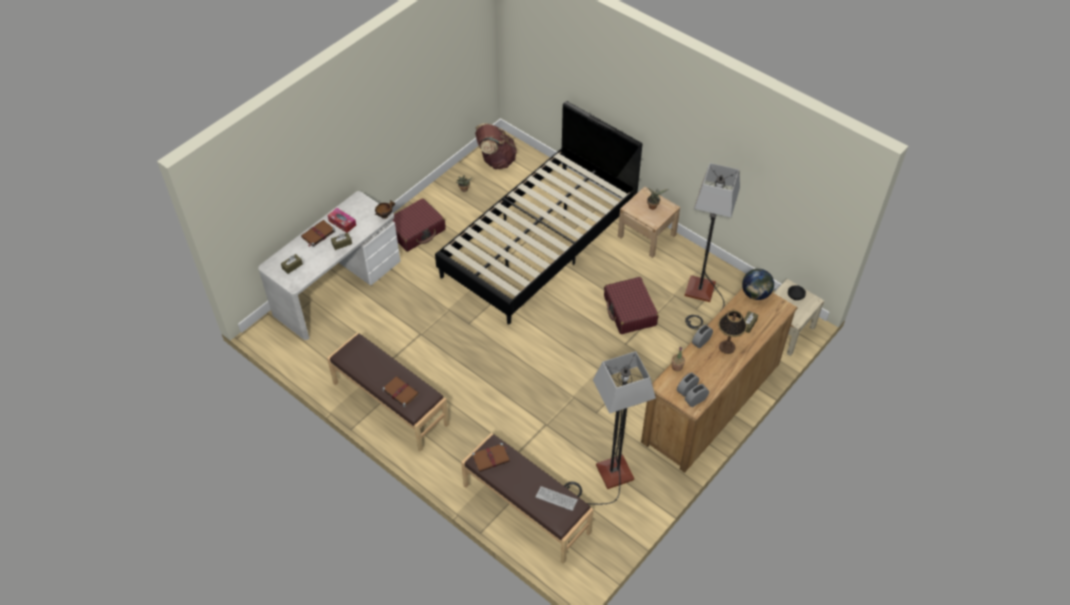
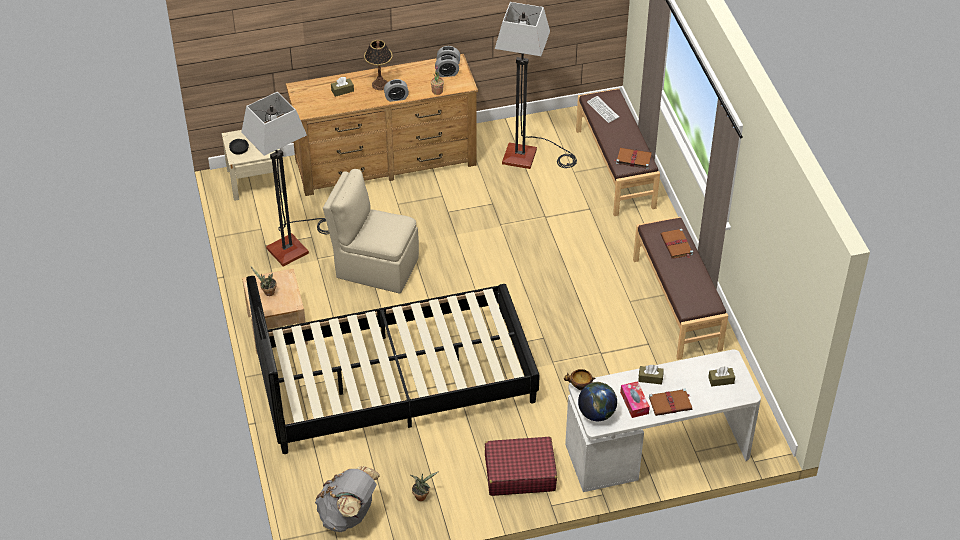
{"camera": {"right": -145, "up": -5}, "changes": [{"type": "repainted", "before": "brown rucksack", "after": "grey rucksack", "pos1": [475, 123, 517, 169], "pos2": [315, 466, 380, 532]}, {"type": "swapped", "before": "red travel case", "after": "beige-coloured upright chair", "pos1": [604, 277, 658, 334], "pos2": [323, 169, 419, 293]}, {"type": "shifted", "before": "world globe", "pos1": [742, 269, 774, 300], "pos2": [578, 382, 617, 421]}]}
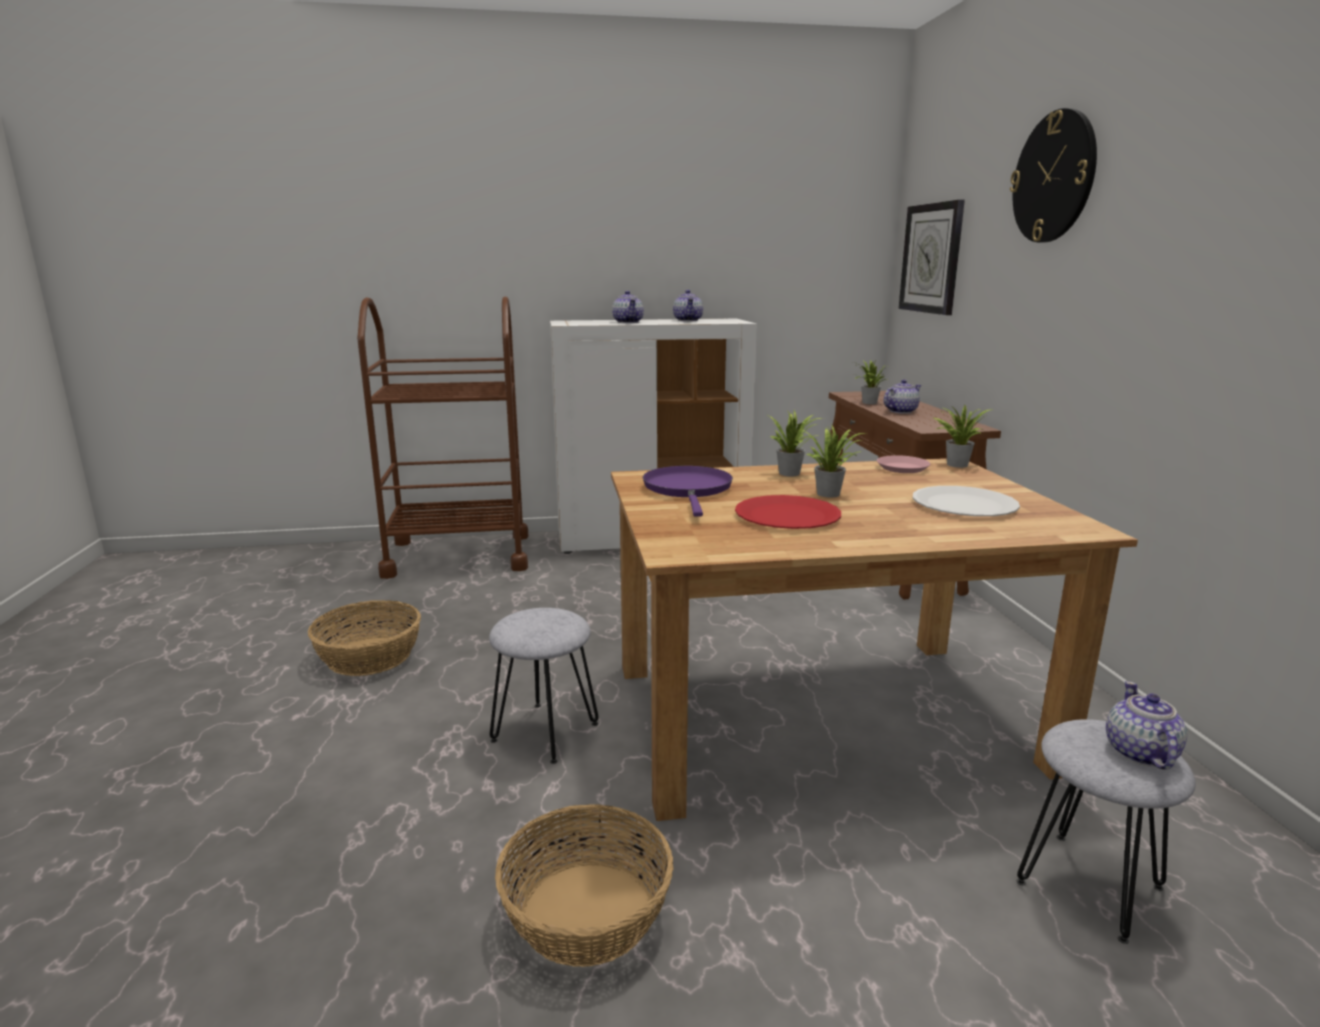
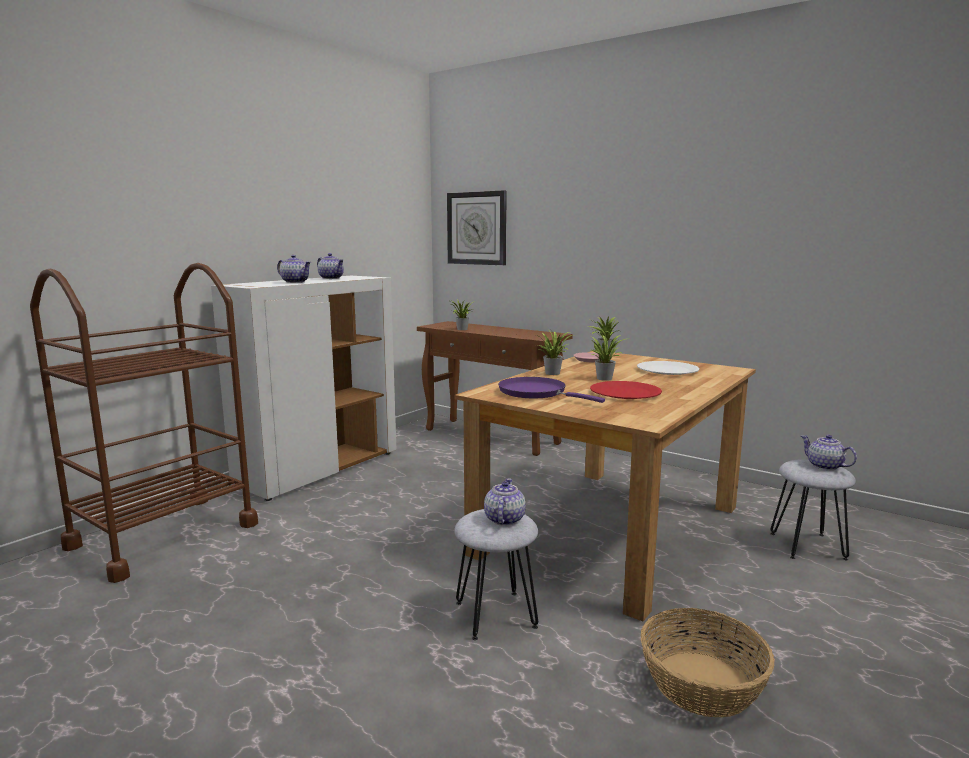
{"camera": {"right": -45, "up": -5}, "changes": [{"type": "gone", "before": "household basket", "pos1": [308, 600, 421, 676]}, {"type": "shifted", "before": "pot for tea", "pos1": [884, 379, 921, 414], "pos2": [484, 478, 526, 526]}, {"type": "gone", "before": "hanging clock", "pos1": [1010, 108, 1097, 243]}]}
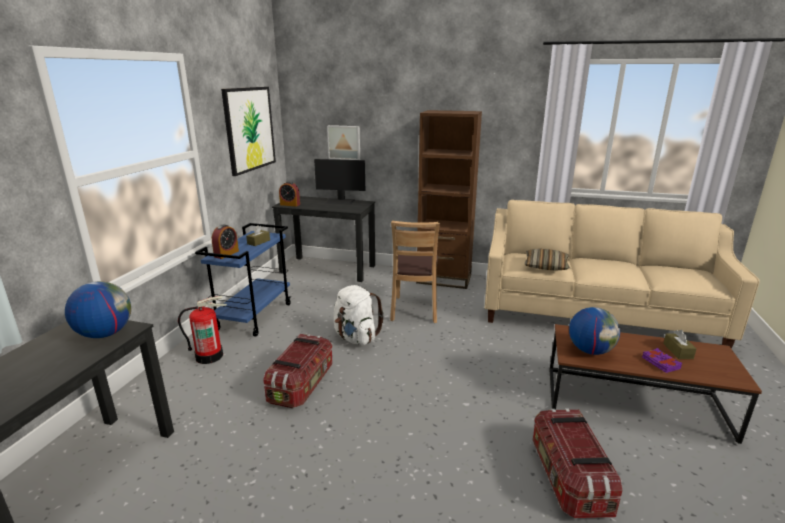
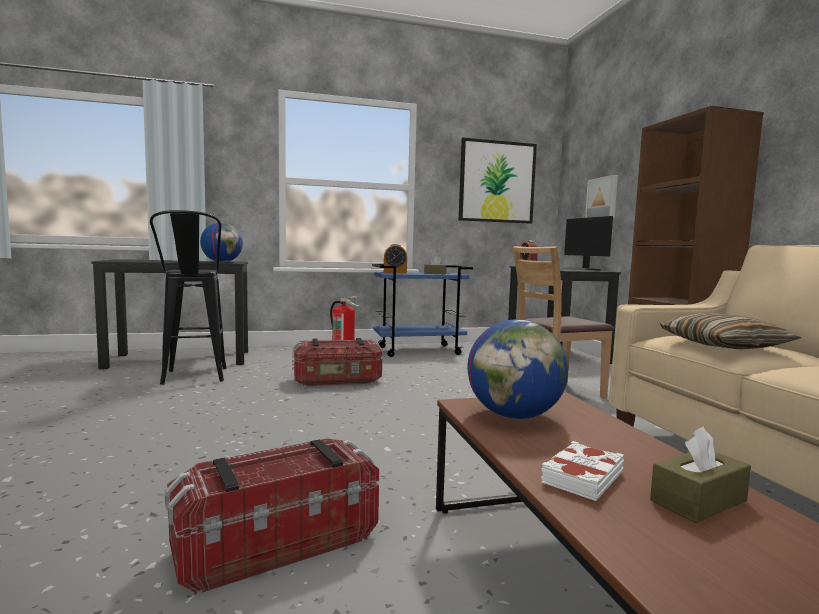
{"camera": {"right": 60, "up": -15}, "changes": [{"type": "gone", "before": "white-coloured rucksack", "pos1": [334, 285, 384, 345]}, {"type": "repainted", "before": "purple-coloured volume", "after": "white-coloured volume", "pos1": [642, 348, 682, 373], "pos2": [541, 441, 624, 501]}, {"type": "new", "after": "black-coloured stool", "pos2": [150, 210, 227, 385]}]}
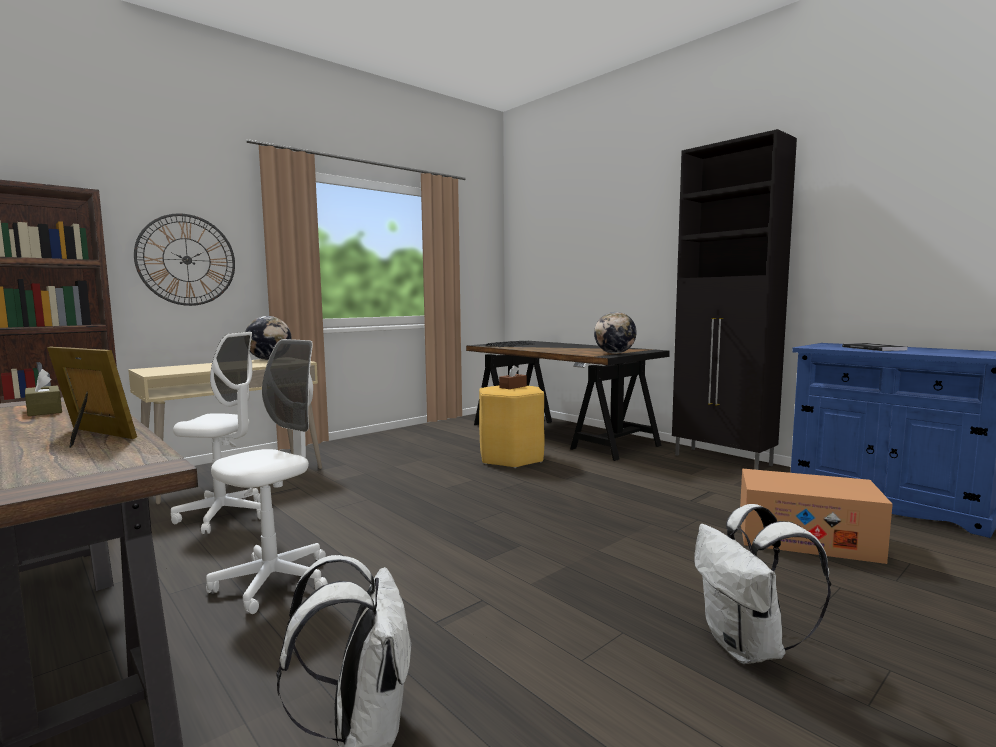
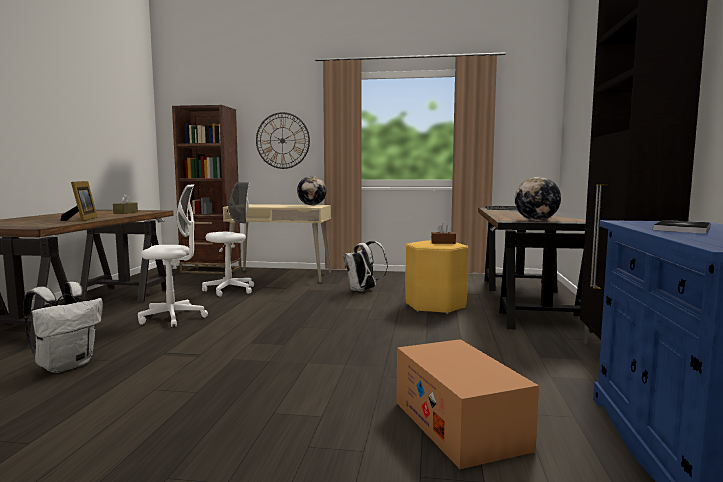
{"camera": {"right": 50, "up": 0}, "changes": [{"type": "rotated", "before": "white-coloured desk chair", "pos1": [171, 332, 261, 534], "pos2": [202, 182, 254, 297], "turn": -105}, {"type": "shifted", "before": "white-coloured rucksack", "pos1": [694, 504, 831, 664], "pos2": [344, 241, 388, 292]}]}
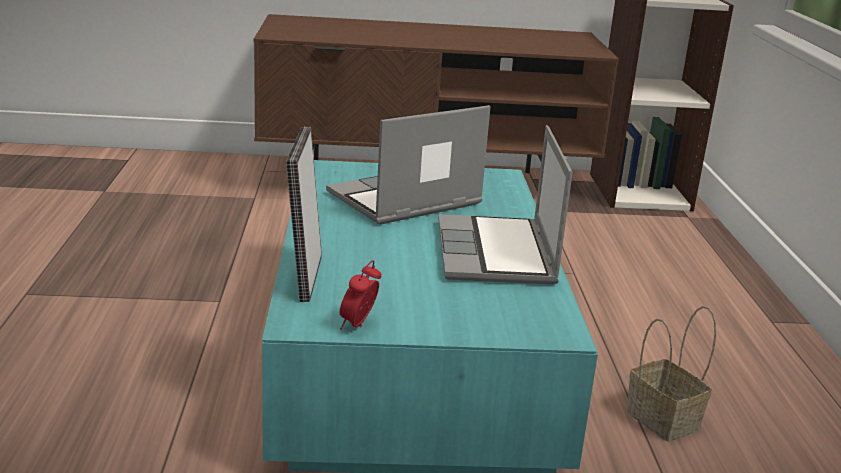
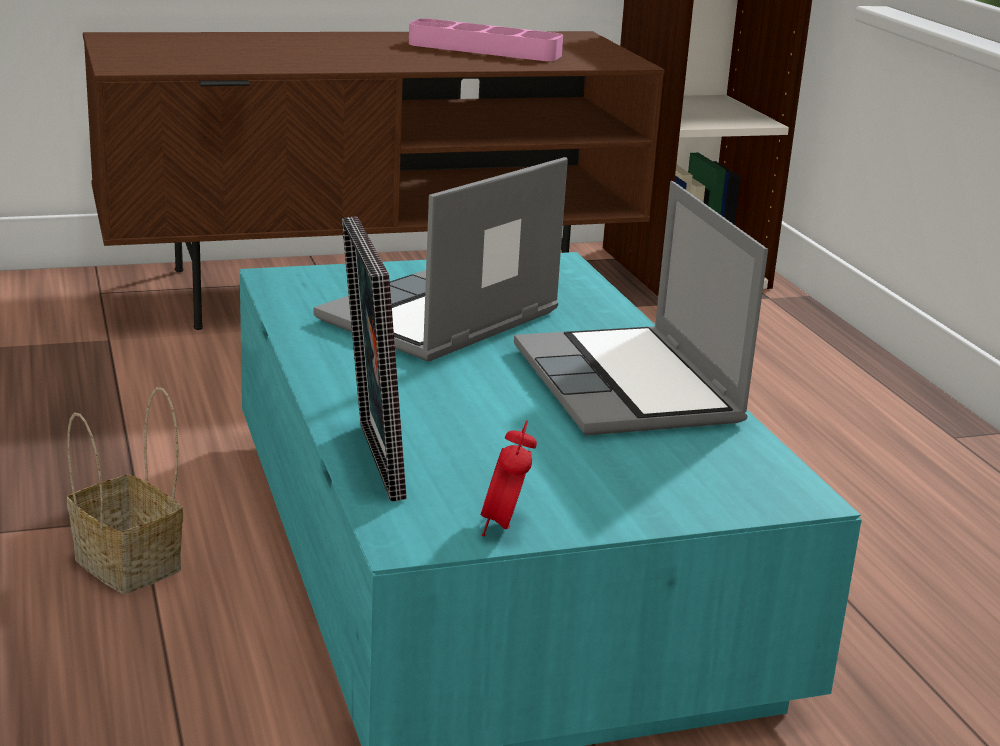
{"camera": {"right": -15, "up": 0}, "changes": [{"type": "shifted", "before": "household basket", "pos1": [626, 306, 716, 441], "pos2": [67, 387, 183, 594]}, {"type": "new", "after": "pink carrying tray", "pos2": [409, 19, 563, 61]}]}
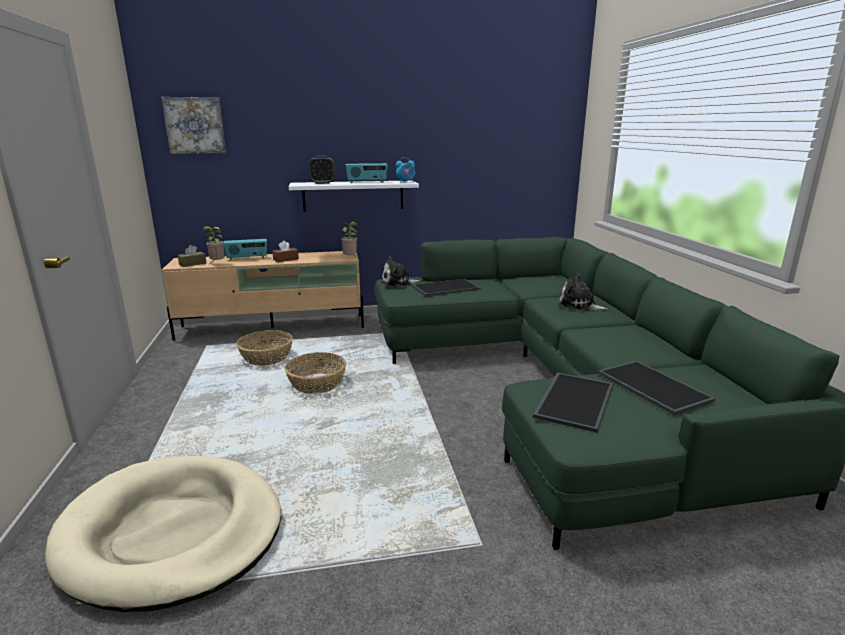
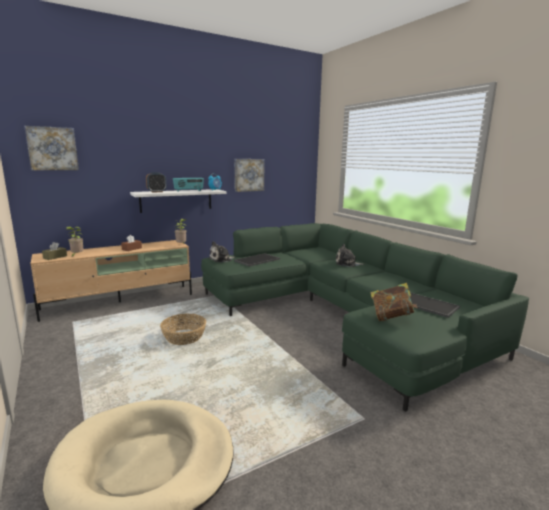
{"camera": {"right": -20, "up": -5}, "changes": [{"type": "gone", "before": "radio set", "pos1": [224, 239, 267, 260]}, {"type": "gone", "before": "household basket", "pos1": [236, 330, 293, 366]}, {"type": "swapped", "before": "carrying tray", "after": "volume", "pos1": [533, 373, 613, 433], "pos2": [371, 283, 418, 321]}, {"type": "new", "after": "wall picture", "pos2": [235, 159, 264, 192]}]}
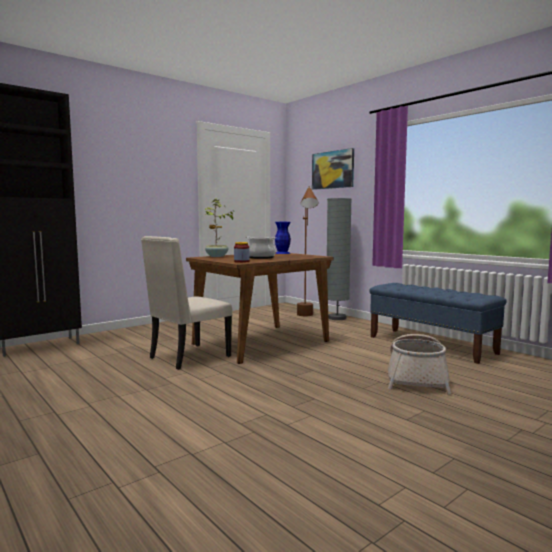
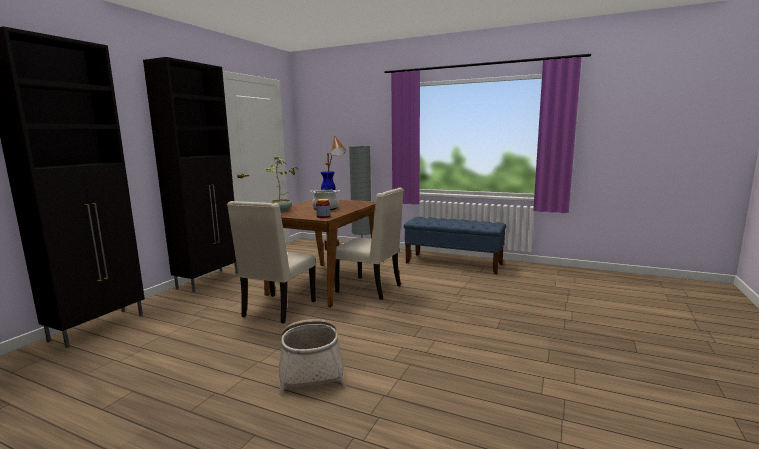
{"camera": {"right": -25, "up": 5}, "changes": [{"type": "gone", "before": "wall picture", "pos1": [312, 148, 354, 190]}, {"type": "shifted", "before": "household basket", "pos1": [388, 334, 451, 395], "pos2": [279, 319, 346, 395]}, {"type": "new", "after": "black-coloured cupboard", "pos2": [143, 57, 238, 292]}, {"type": "new", "after": "beige-coloured upright chair", "pos2": [335, 188, 404, 300]}]}
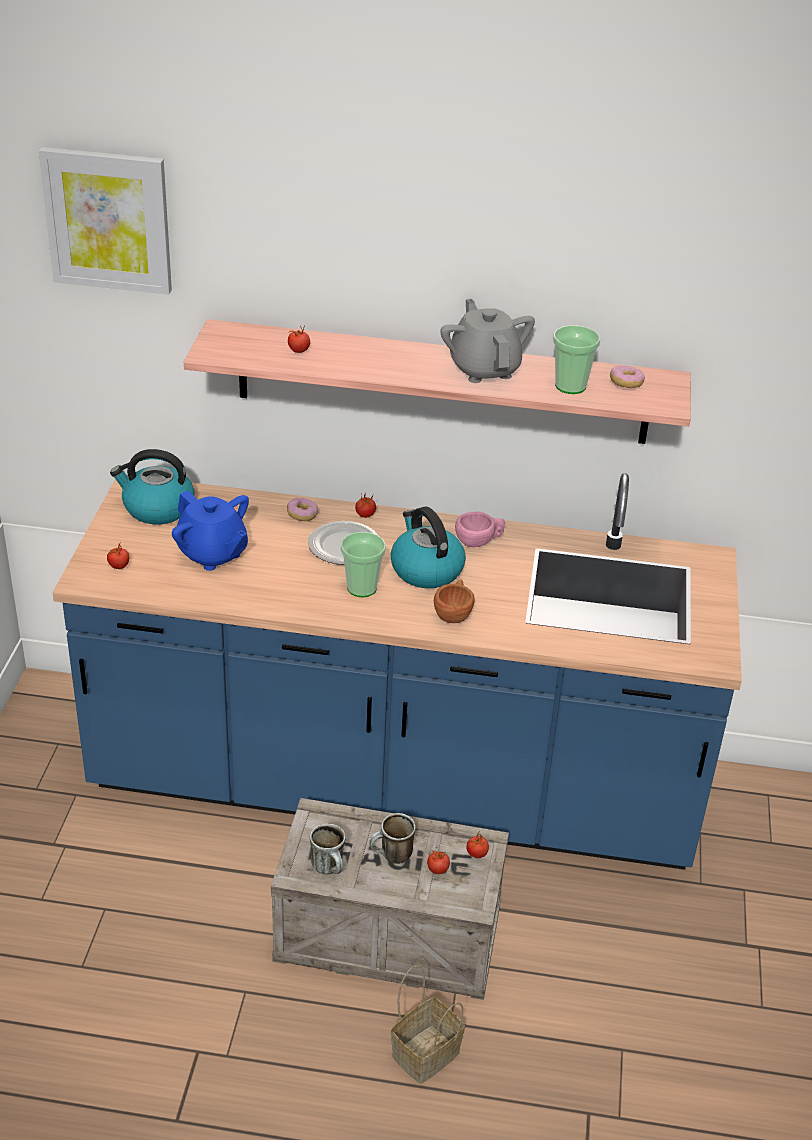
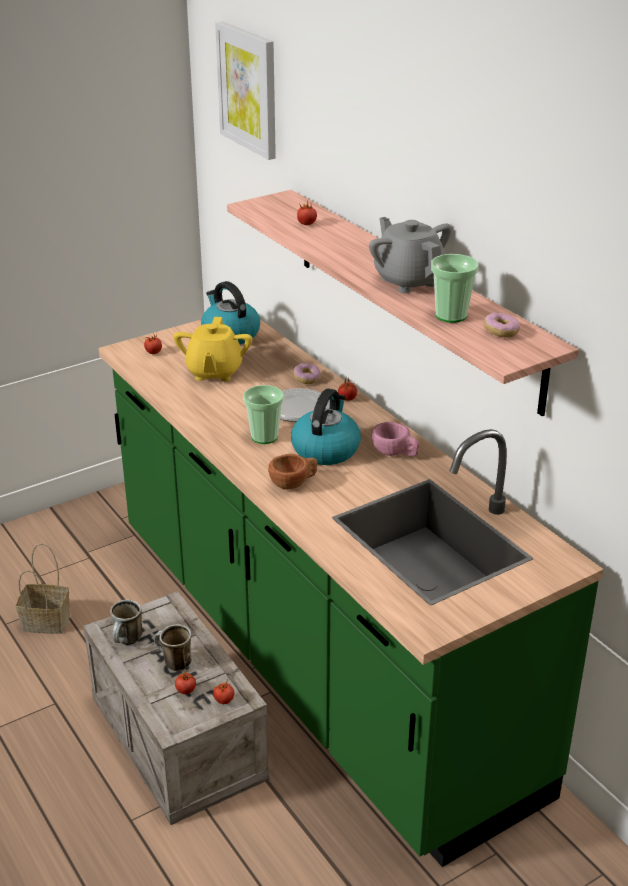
{"camera": {"right": 50, "up": -5}, "changes": [{"type": "repainted", "before": "blue-coloured kitchen counter", "after": "greenish kitchen counter", "pos1": [52, 473, 742, 870], "pos2": [99, 319, 604, 867]}, {"type": "repainted", "before": "blue-coloured pot for tea", "after": "yellow-coloured pot for tea", "pos1": [172, 491, 249, 571], "pos2": [173, 317, 252, 382]}, {"type": "shifted", "before": "household basket", "pos1": [391, 965, 465, 1084], "pos2": [16, 543, 70, 634]}, {"type": "rotated", "before": "grey pot for tea", "pos1": [440, 299, 535, 383], "pos2": [369, 217, 452, 293], "turn": -60}]}
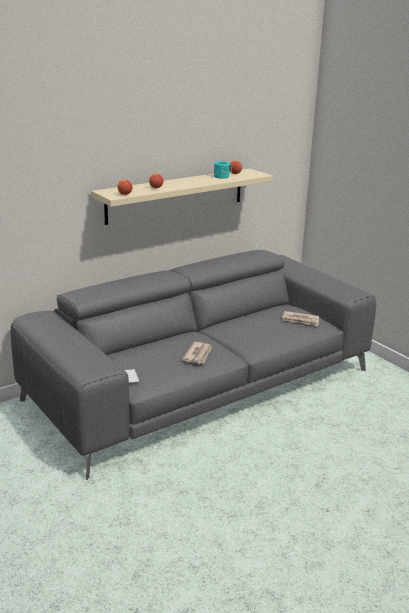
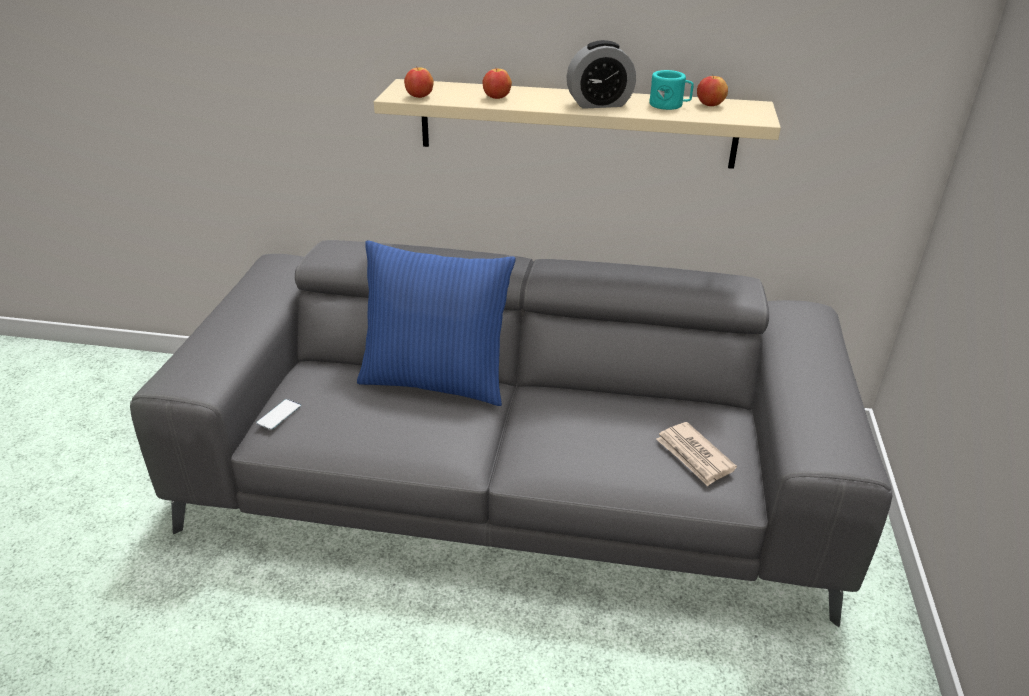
{"camera": {"right": 45, "up": 10}, "changes": [{"type": "gone", "before": "daily paper", "pos1": [182, 342, 212, 364]}, {"type": "new", "after": "blue-coloured cushion", "pos2": [357, 241, 516, 406]}, {"type": "new", "after": "table clock", "pos2": [566, 40, 636, 109]}]}
